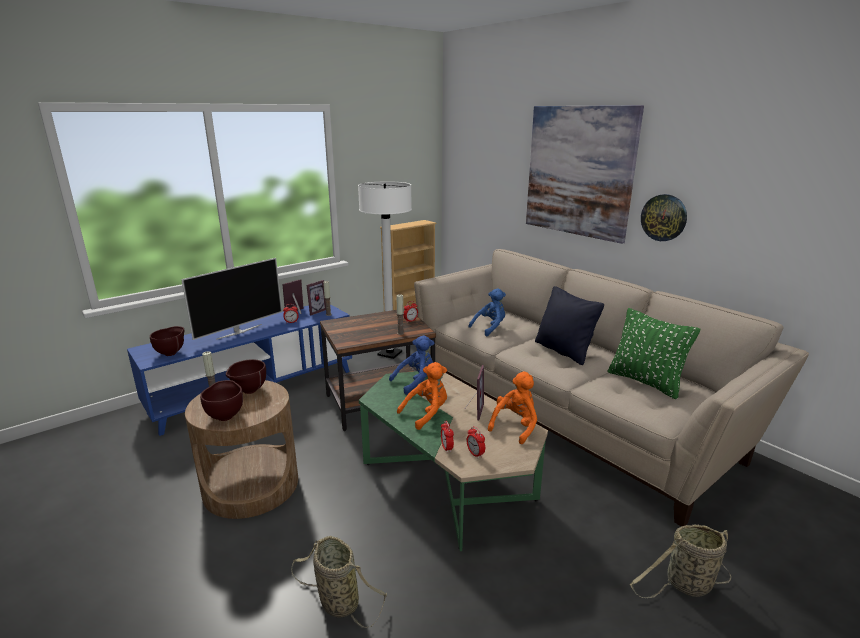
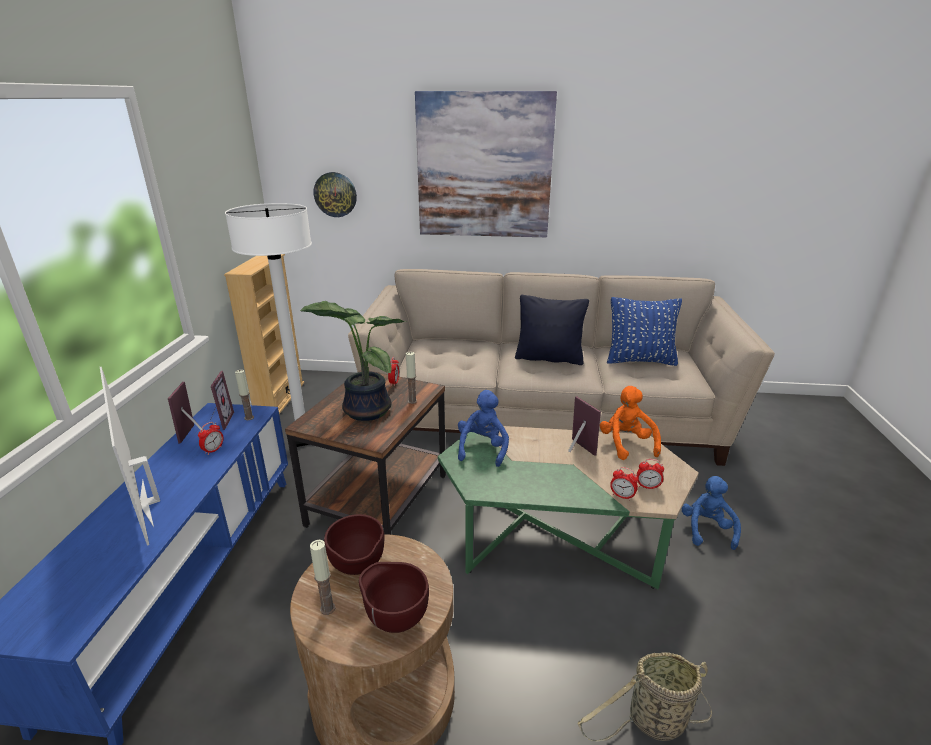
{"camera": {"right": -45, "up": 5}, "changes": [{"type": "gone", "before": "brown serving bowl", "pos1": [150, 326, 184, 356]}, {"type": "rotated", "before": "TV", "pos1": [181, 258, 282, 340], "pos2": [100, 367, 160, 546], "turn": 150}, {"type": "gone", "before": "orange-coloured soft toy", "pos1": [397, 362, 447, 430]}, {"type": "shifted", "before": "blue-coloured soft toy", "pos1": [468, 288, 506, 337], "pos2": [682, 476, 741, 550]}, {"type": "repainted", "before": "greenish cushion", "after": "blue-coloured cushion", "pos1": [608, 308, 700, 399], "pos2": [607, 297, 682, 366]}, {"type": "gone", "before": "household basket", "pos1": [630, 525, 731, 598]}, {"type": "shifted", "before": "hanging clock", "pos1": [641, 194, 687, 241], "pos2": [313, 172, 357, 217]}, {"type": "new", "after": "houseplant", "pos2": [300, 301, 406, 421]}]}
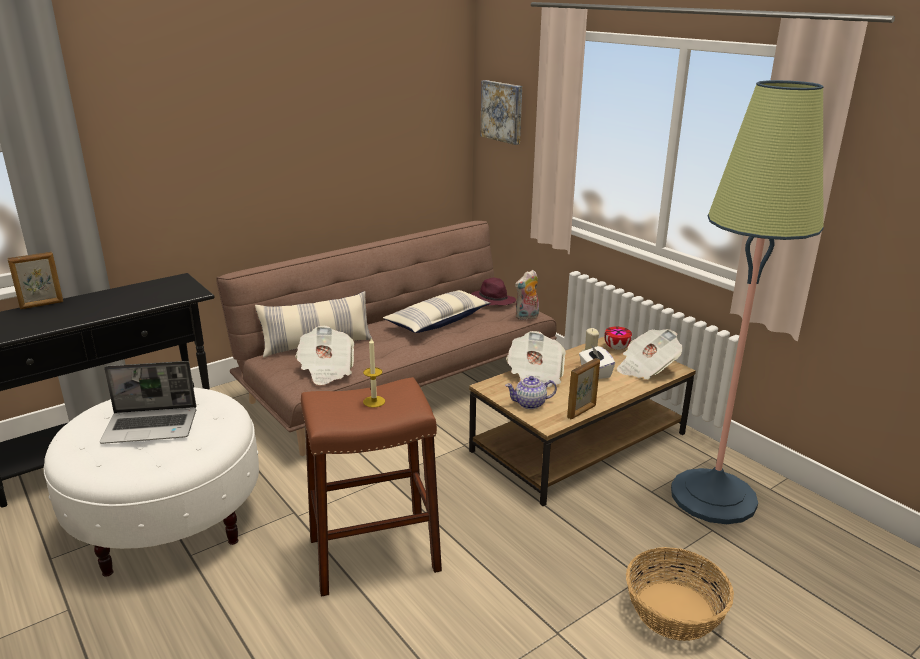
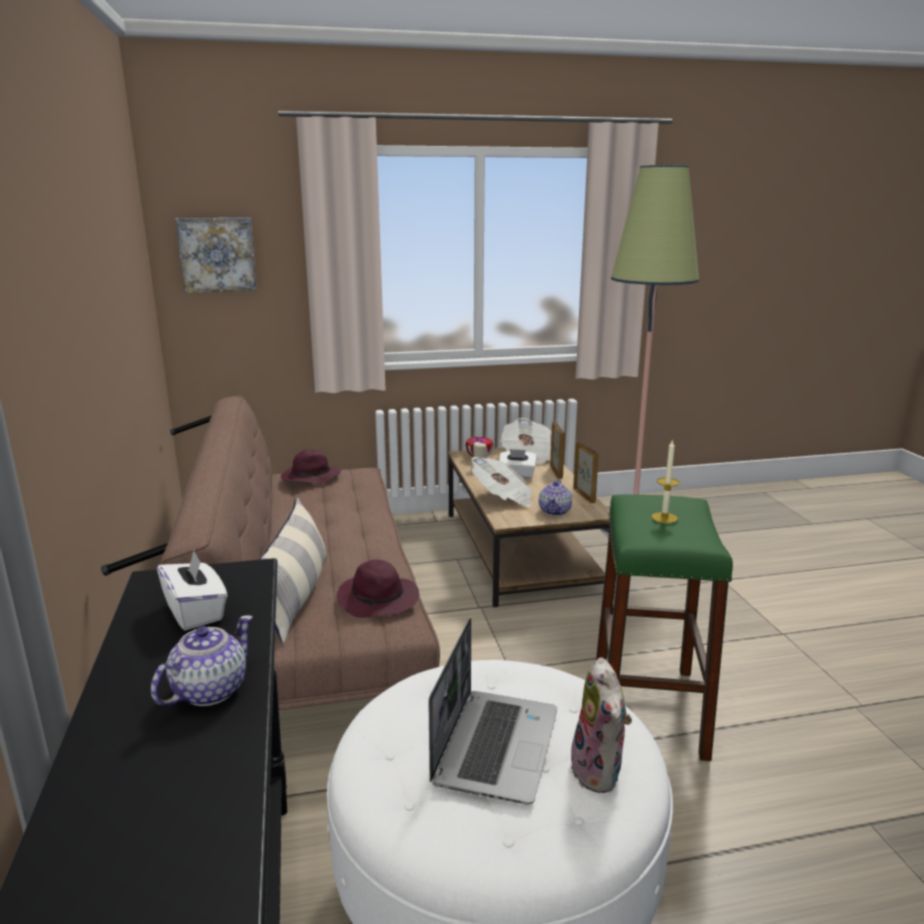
{"camera": {"right": -65, "up": -5}, "changes": [{"type": "shifted", "before": "standing frame", "pos1": [8, 252, 63, 309], "pos2": [550, 422, 565, 479]}, {"type": "swapped", "before": "daily paper", "after": "purple-coloured wearable hat", "pos1": [295, 326, 354, 385], "pos2": [337, 559, 419, 618]}, {"type": "repainted", "before": "brown stool", "after": "greenish stool", "pos1": [301, 377, 442, 597], "pos2": [596, 494, 733, 761]}, {"type": "gone", "before": "cushion", "pos1": [383, 290, 490, 333]}, {"type": "shifted", "before": "soft toy", "pos1": [515, 270, 539, 320], "pos2": [571, 657, 632, 793]}, {"type": "gone", "before": "household basket", "pos1": [626, 547, 734, 641]}, {"type": "new", "after": "pot for tea", "pos2": [151, 615, 253, 706]}, {"type": "new", "after": "white-coloured box of tissues", "pos2": [157, 550, 228, 630]}]}
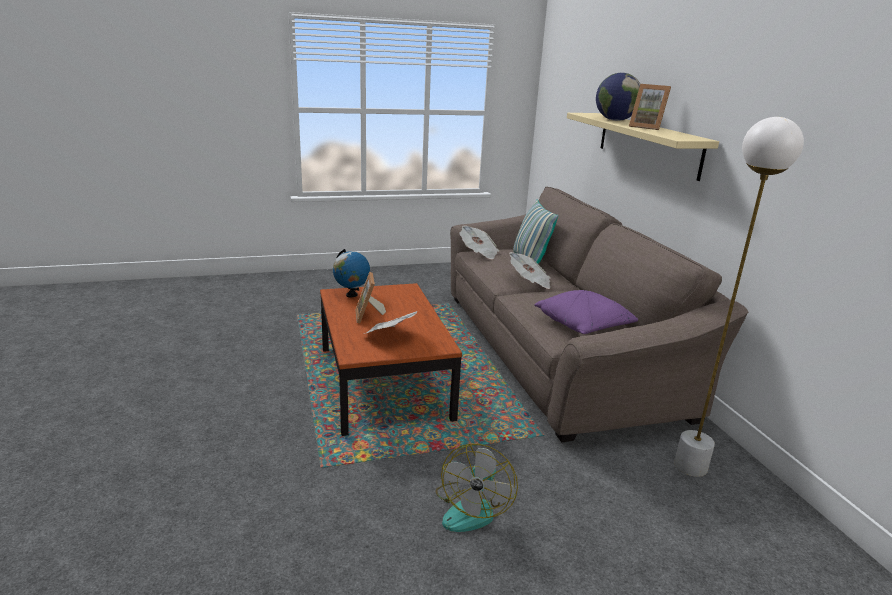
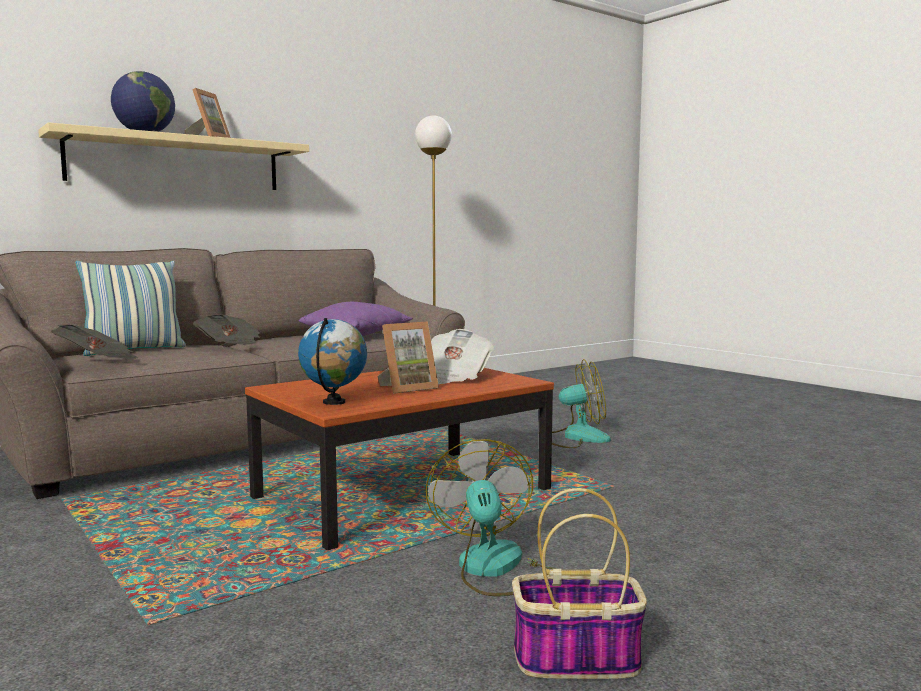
{"camera": {"right": -110, "up": -15}, "changes": [{"type": "new", "after": "cooling fan", "pos2": [426, 439, 557, 596]}, {"type": "new", "after": "household basket", "pos2": [512, 488, 647, 679]}]}
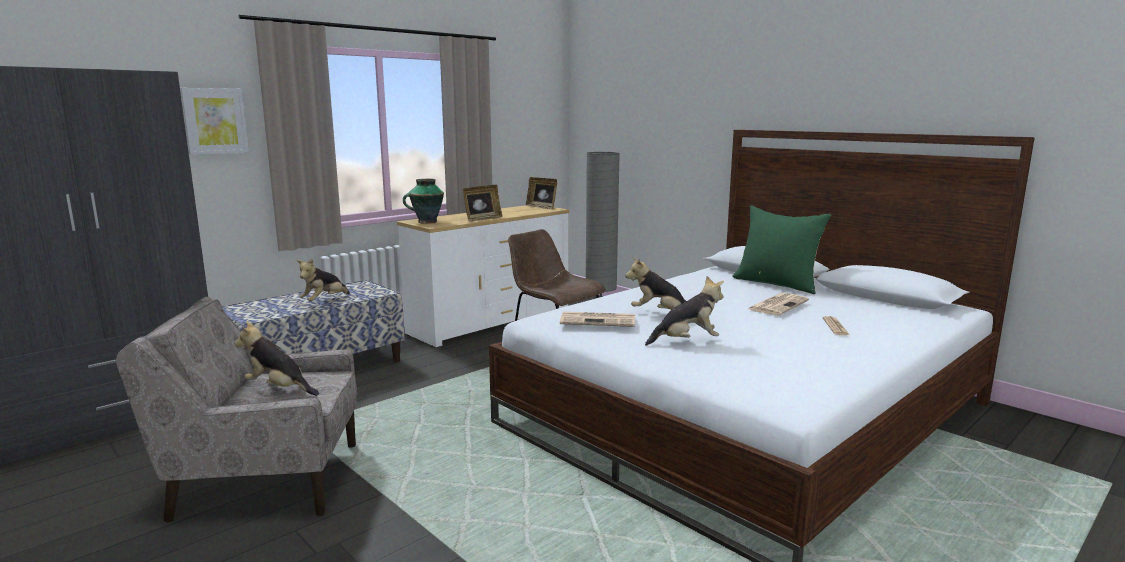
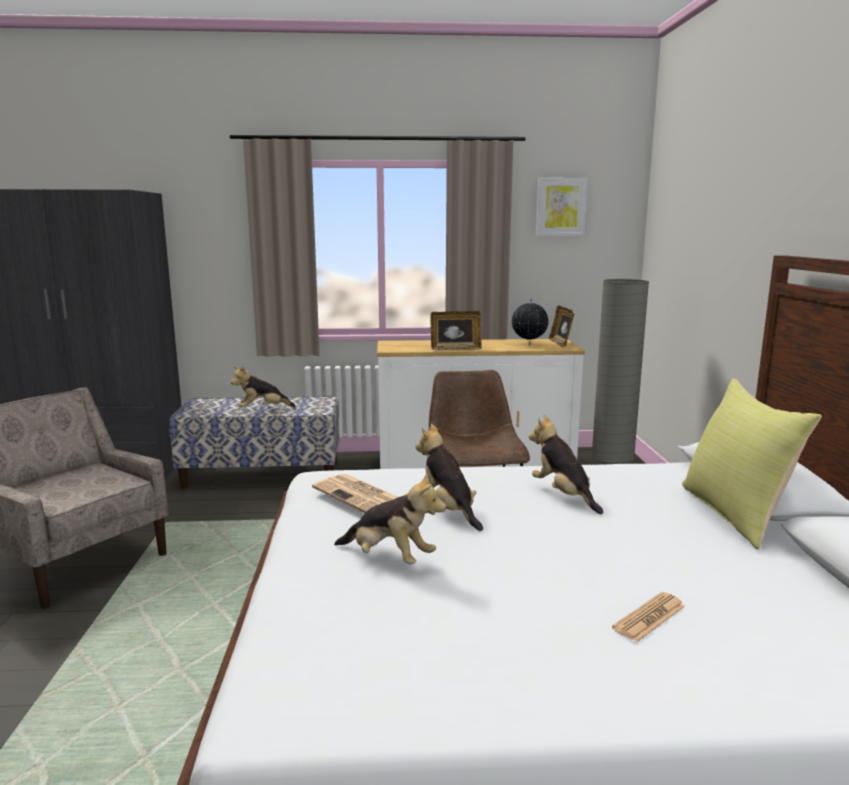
{"camera": {"right": 40, "up": 0}, "changes": [{"type": "shifted", "before": "wall picture", "pos1": [180, 88, 249, 155], "pos2": [536, 177, 588, 236]}, {"type": "shifted", "before": "soft toy", "pos1": [234, 321, 319, 396], "pos2": [529, 415, 603, 514]}, {"type": "gone", "before": "decorative vase", "pos1": [403, 179, 444, 224]}, {"type": "repainted", "before": "greenish cushion", "after": "yellow-coloured cushion", "pos1": [732, 205, 831, 294], "pos2": [682, 379, 822, 549]}, {"type": "gone", "before": "daily paper", "pos1": [748, 293, 809, 315]}, {"type": "new", "after": "world globe", "pos2": [512, 298, 549, 344]}]}
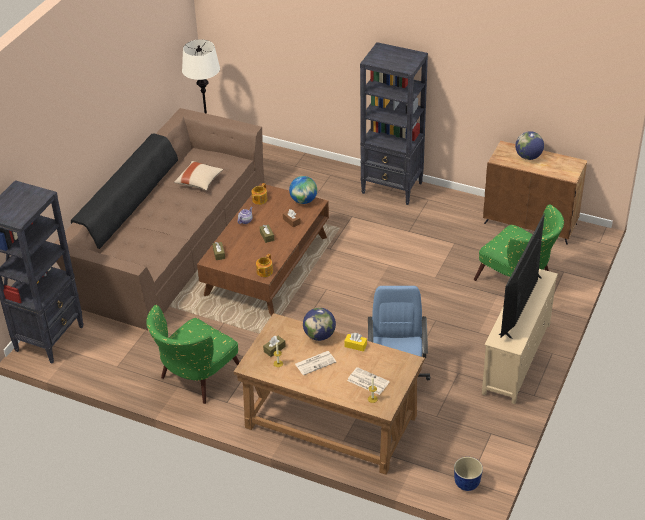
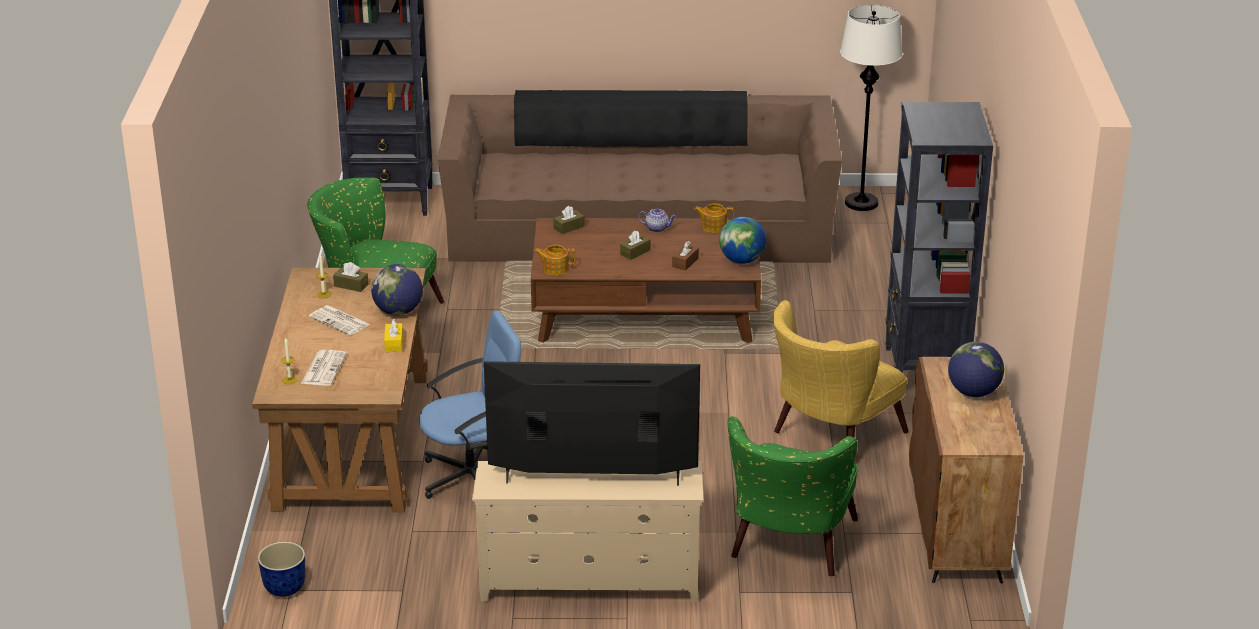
{"camera": {"right": 65, "up": -10}, "changes": [{"type": "gone", "before": "beige-coloured cushion", "pos1": [174, 161, 223, 191]}, {"type": "new", "after": "yellow-coloured easy chair", "pos2": [773, 300, 909, 437]}]}
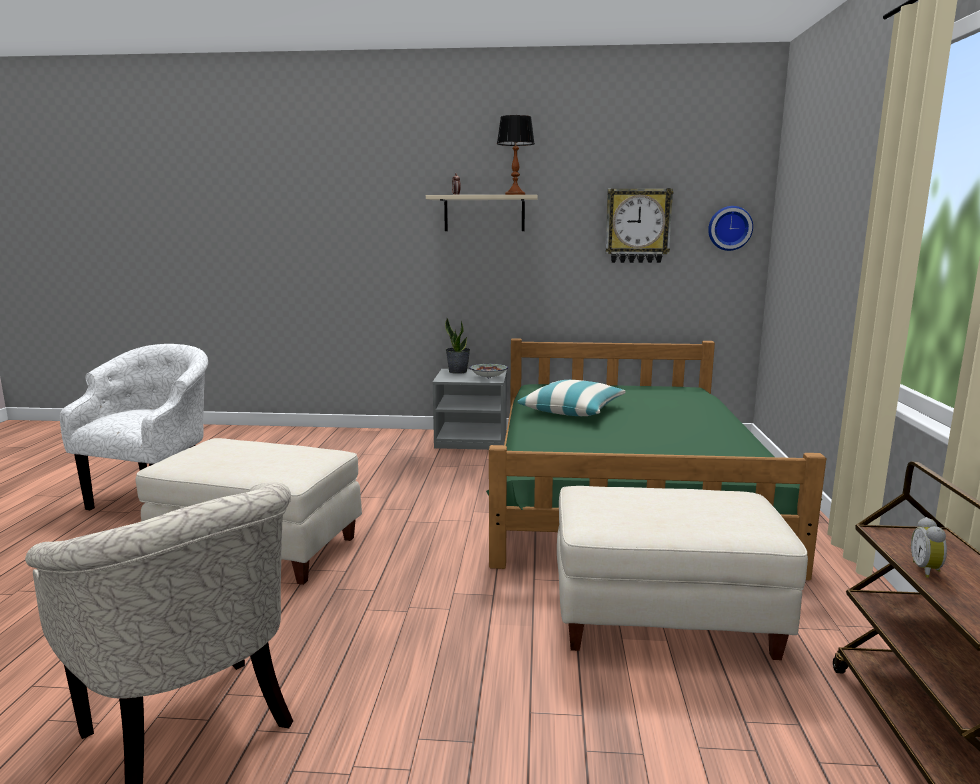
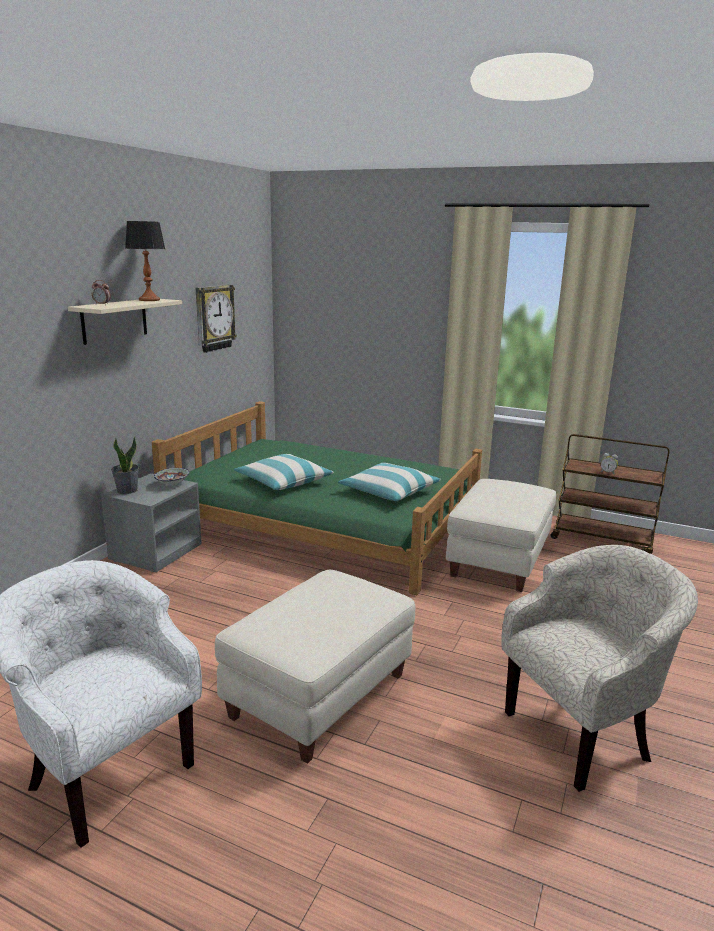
{"camera": {"right": -70, "up": 5}, "changes": [{"type": "gone", "before": "hanging clock", "pos1": [708, 206, 753, 251]}, {"type": "new", "after": "cushion", "pos2": [338, 463, 441, 501]}]}
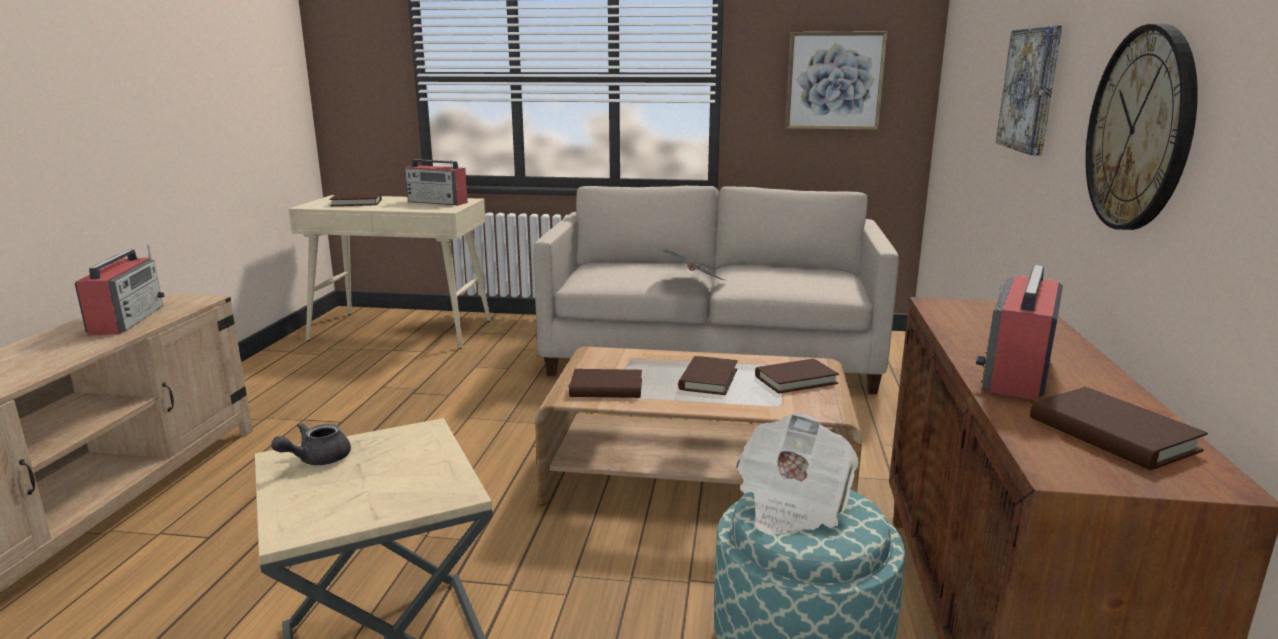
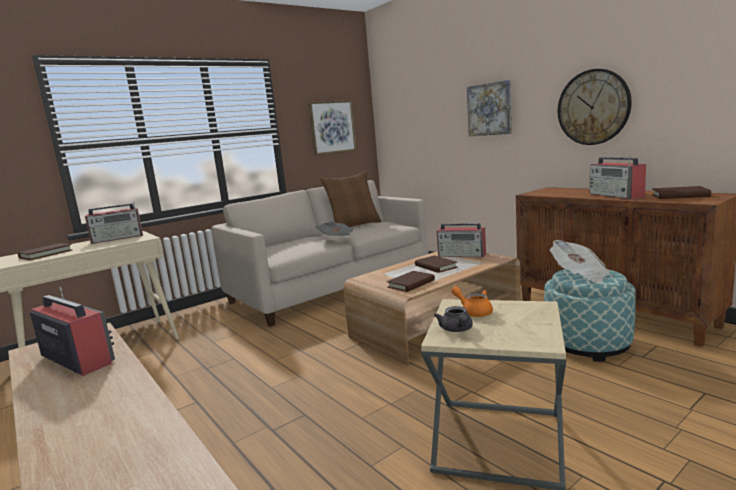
{"camera": {"right": -45, "up": -5}, "changes": [{"type": "swapped", "before": "brown volume", "after": "radio set", "pos1": [755, 359, 839, 394], "pos2": [437, 223, 486, 257]}, {"type": "new", "after": "brown cushion", "pos2": [320, 171, 381, 227]}, {"type": "new", "after": "orange-coloured pot for tea", "pos2": [451, 286, 493, 317]}]}
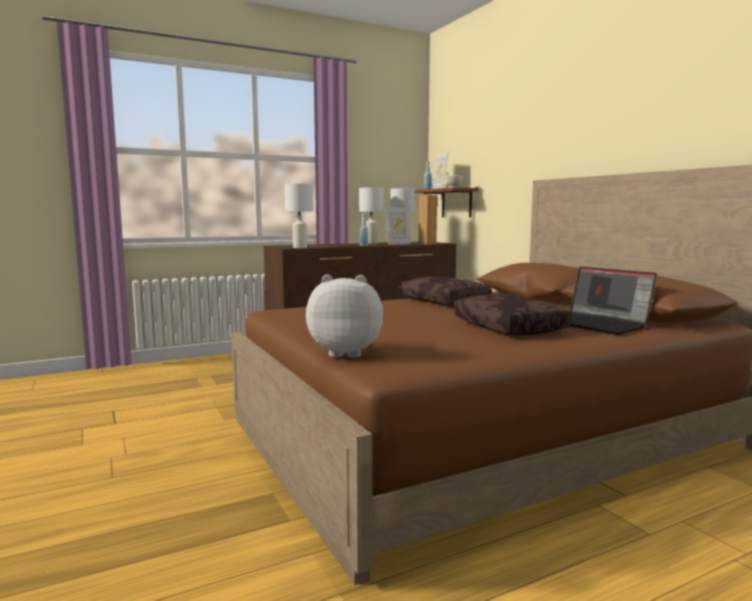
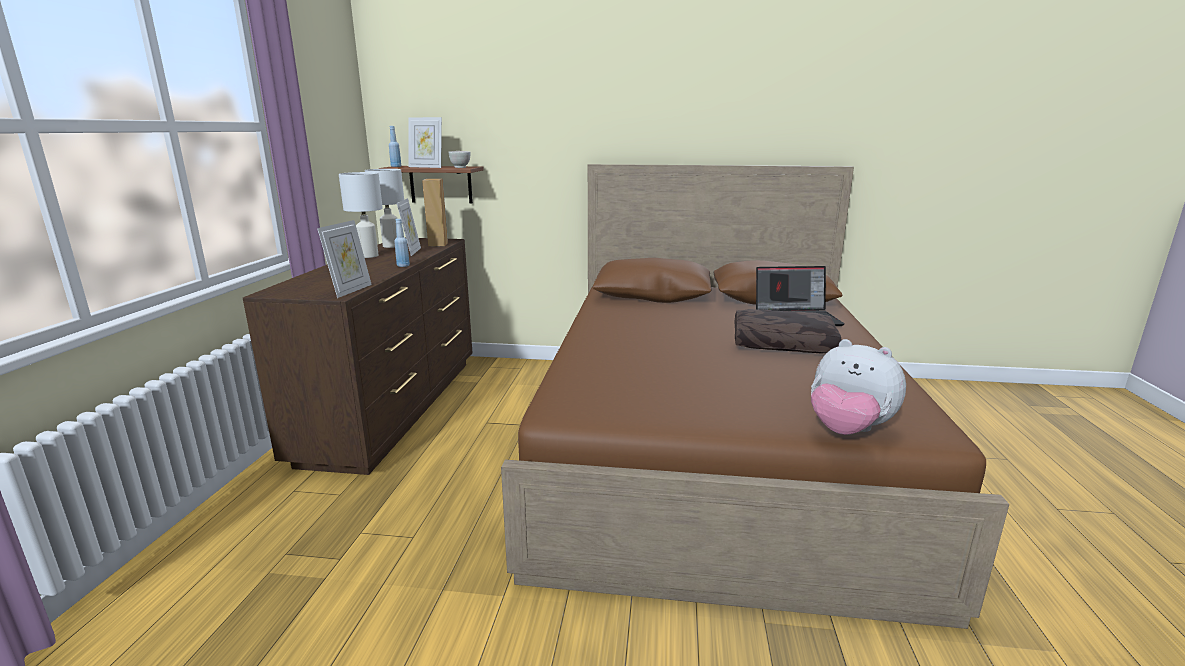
{"camera": {"right": -55, "up": 10}, "changes": [{"type": "swapped", "before": "white-coloured tabletop lamp", "after": "standing frame", "pos1": [284, 184, 314, 248], "pos2": [317, 220, 372, 298]}, {"type": "rotated", "before": "soft toy", "pos1": [306, 275, 383, 358], "pos2": [811, 339, 906, 435], "turn": -90}, {"type": "gone", "before": "brown cushion", "pos1": [401, 277, 492, 306]}]}
